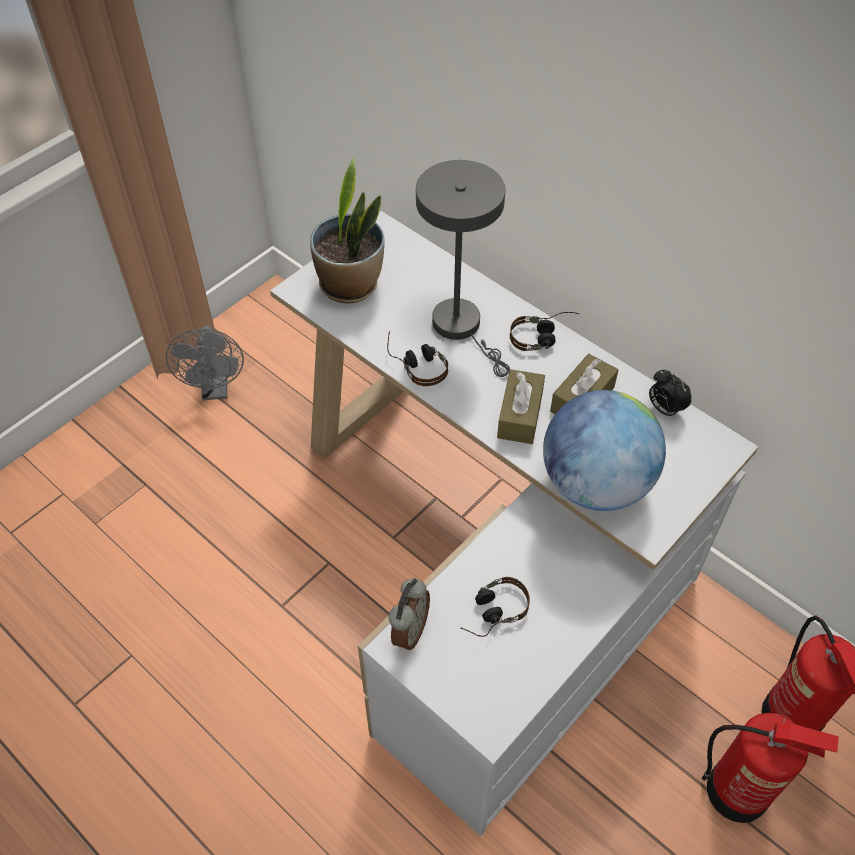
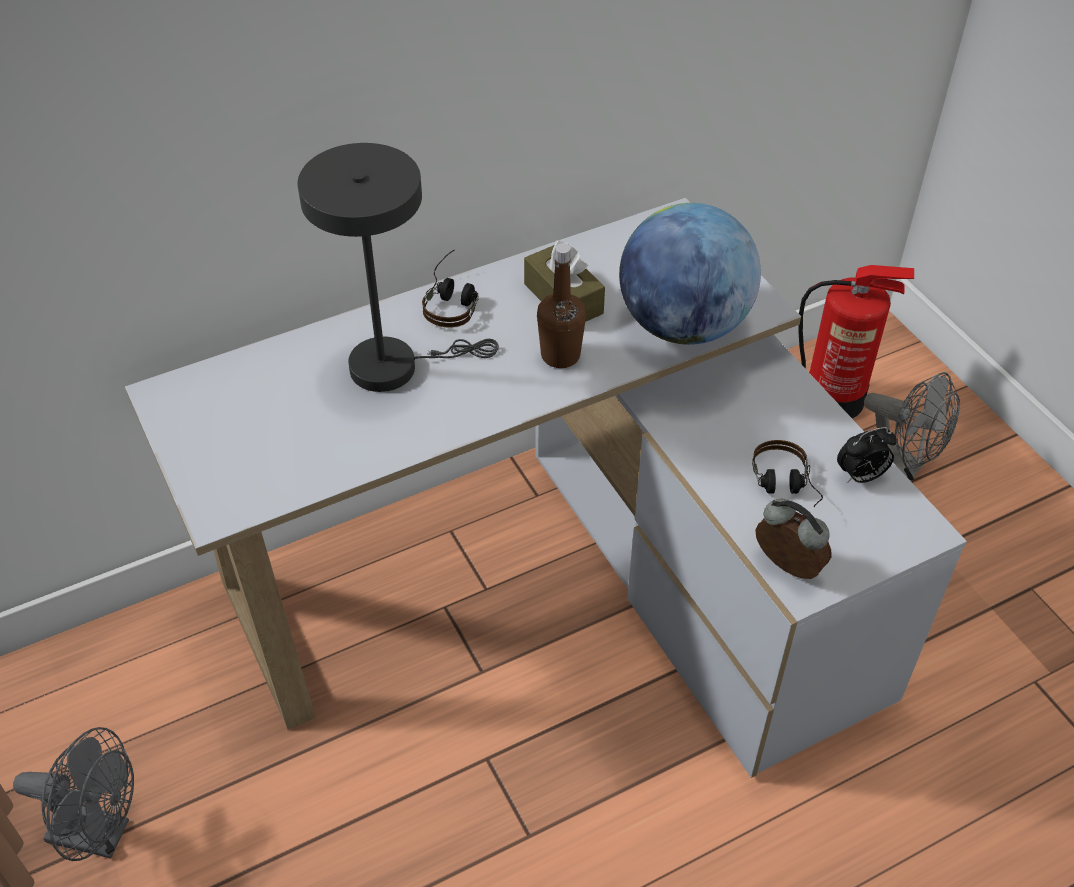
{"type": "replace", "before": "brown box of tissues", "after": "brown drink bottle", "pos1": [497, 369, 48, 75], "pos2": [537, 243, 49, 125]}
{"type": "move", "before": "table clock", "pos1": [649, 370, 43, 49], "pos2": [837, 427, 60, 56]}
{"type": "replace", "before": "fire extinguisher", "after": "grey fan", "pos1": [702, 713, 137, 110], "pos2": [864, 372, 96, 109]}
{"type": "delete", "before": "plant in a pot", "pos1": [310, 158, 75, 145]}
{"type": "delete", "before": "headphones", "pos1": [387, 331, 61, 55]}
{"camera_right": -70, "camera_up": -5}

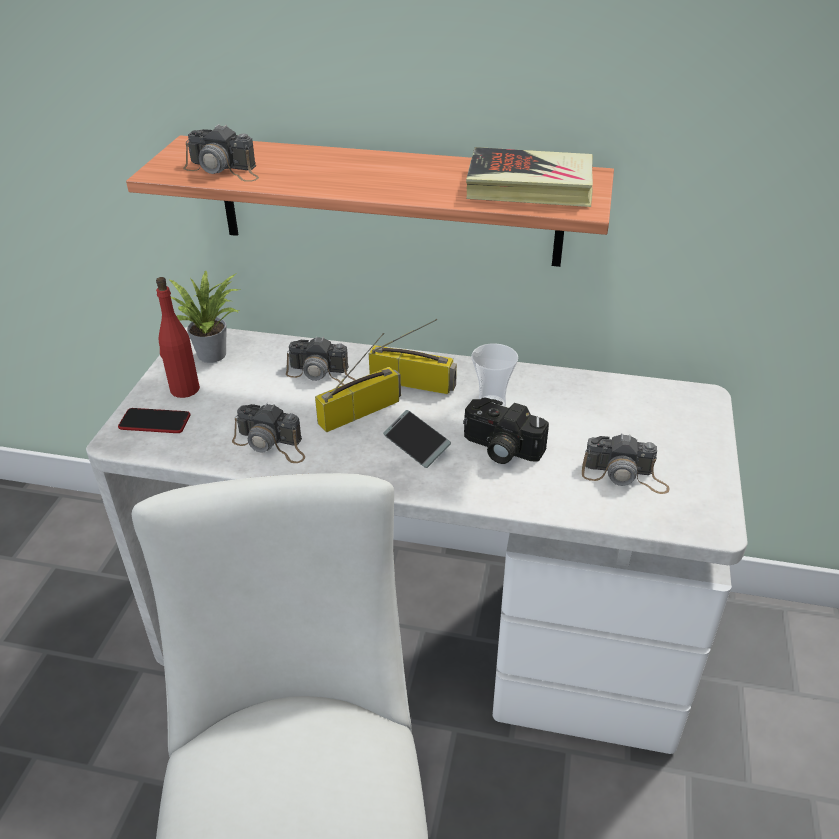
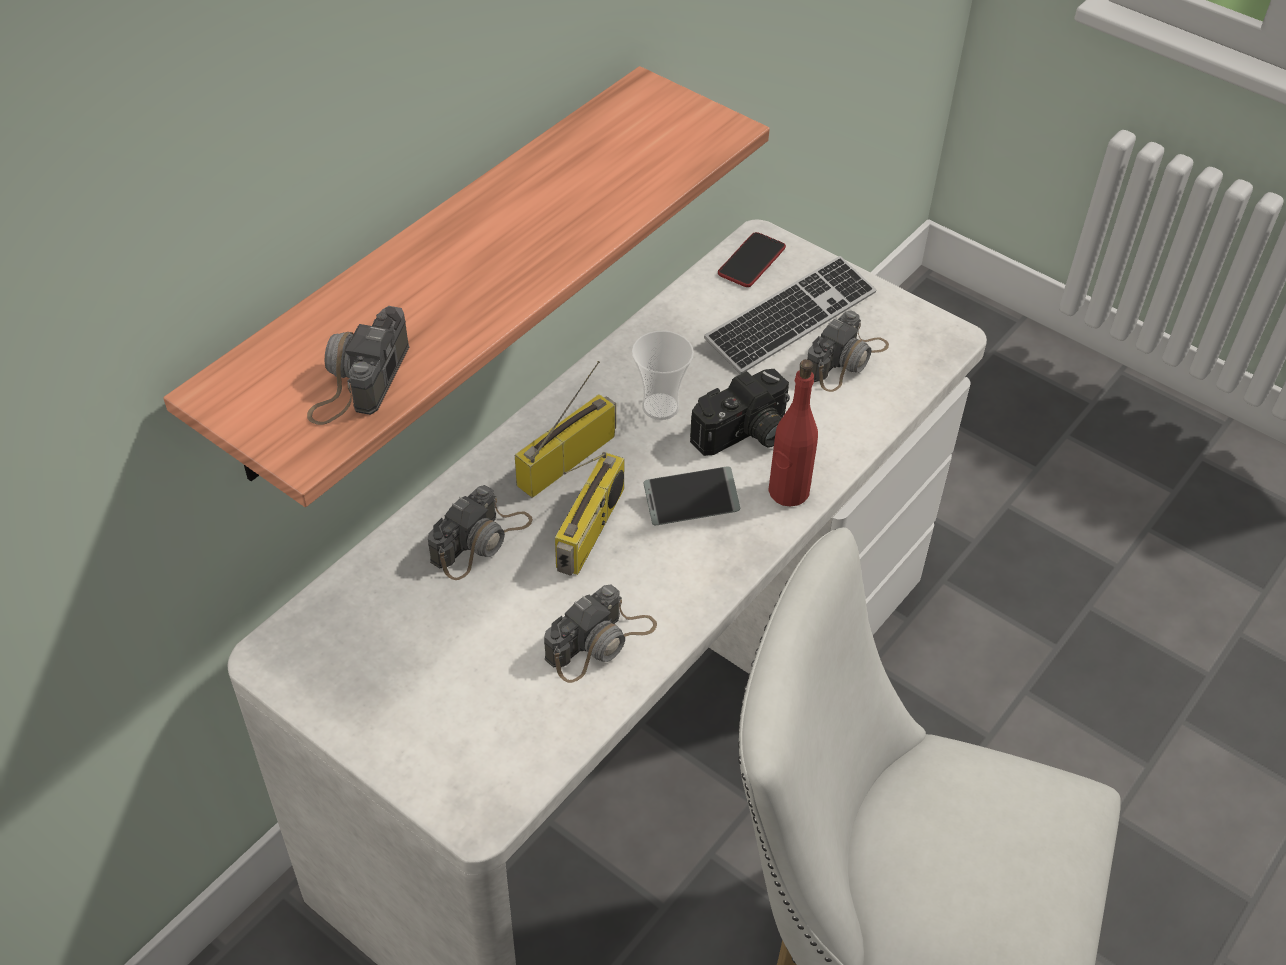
{"type": "rotate", "before": "still camera", "pos1": [183, 124, 76, 58], "pos2": [307, 306, 102, 119], "turn": 150}
{"type": "rotate", "before": "radio receiver", "pos1": [315, 333, 86, 99], "pos2": [555, 452, 70, 124], "turn": -150}
{"type": "insert", "after": "PC keyboard", "pos2": [704, 256, 172, 118]}
{"type": "move", "before": "phone", "pos1": [118, 408, 73, 25], "pos2": [718, 232, 68, 55]}
{"type": "move", "before": "red drink bottle", "pos1": [156, 277, 44, 121], "pos2": [768, 359, 50, 147]}
{"type": "delete", "before": "plant in a pot", "pos1": [169, 271, 71, 92]}
{"type": "delete", "before": "bound book", "pos1": [466, 147, 127, 60]}
{"camera_right": -65, "camera_up": 10}

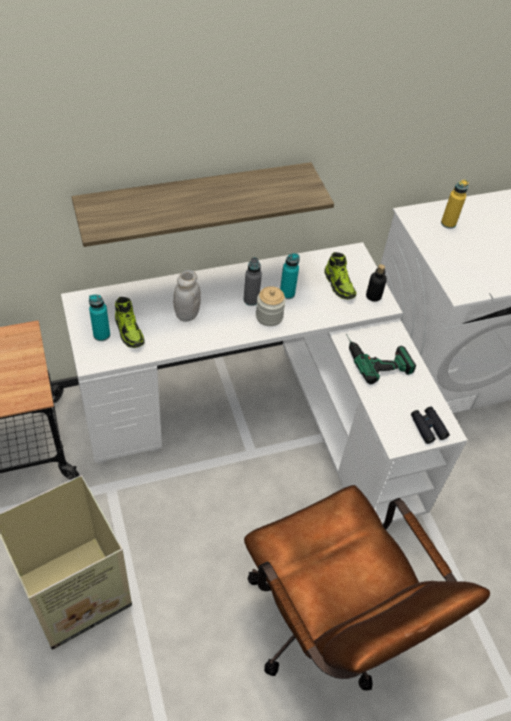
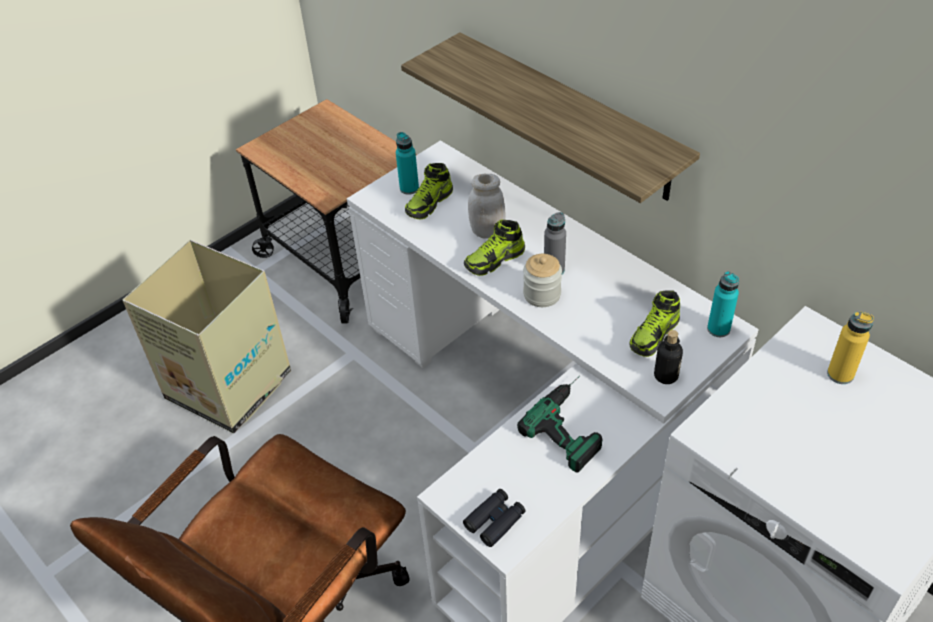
{"type": "insert", "after": "low shoe", "pos2": [464, 220, 61, 56]}
{"type": "move", "before": "turquoise drink bottle", "pos1": [280, 254, 20, 45], "pos2": [707, 271, 32, 66]}
{"camera_right": 70, "camera_up": -5}

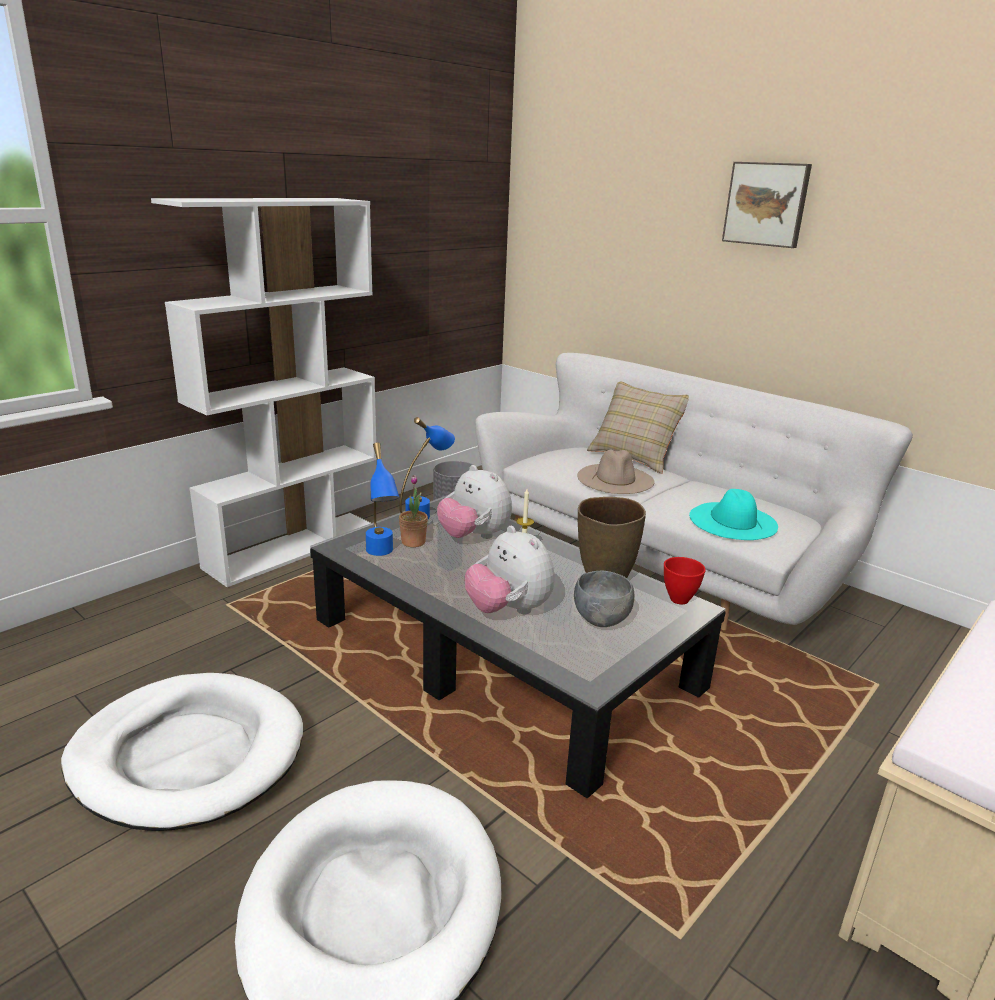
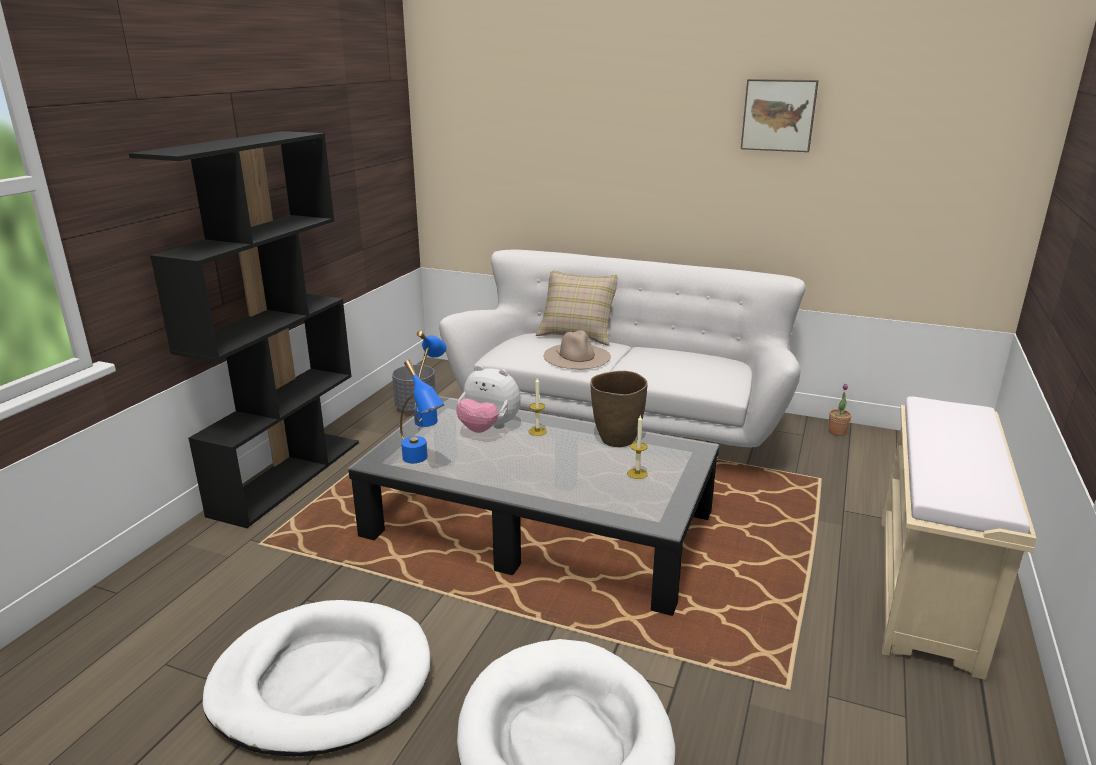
{"type": "recolor", "before": "white-coloured bookcase", "after": "blackish bookcase", "pos1": [151, 198, 226, 389], "pos2": [129, 131, 230, 397]}
{"type": "replace", "before": "grey bowl", "after": "wax light", "pos1": [574, 571, 60, 56], "pos2": [627, 414, 21, 65]}
{"type": "move", "before": "picture", "pos1": [722, 162, 90, 86], "pos2": [741, 79, 78, 73]}
{"type": "move", "before": "plant in a pot", "pos1": [399, 475, 29, 72], "pos2": [829, 384, 23, 52]}
{"type": "delete", "before": "plush toy", "pos1": [465, 526, 89, 88]}
{"type": "delete", "before": "red bowl", "pos1": [664, 557, 42, 47]}
{"type": "delete", "before": "turquoise clothing hat", "pos1": [689, 489, 89, 51]}
{"camera_right": -20, "camera_up": 0}

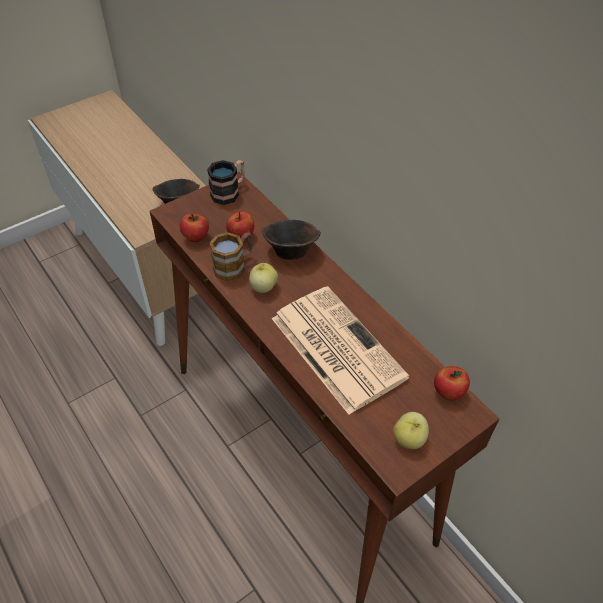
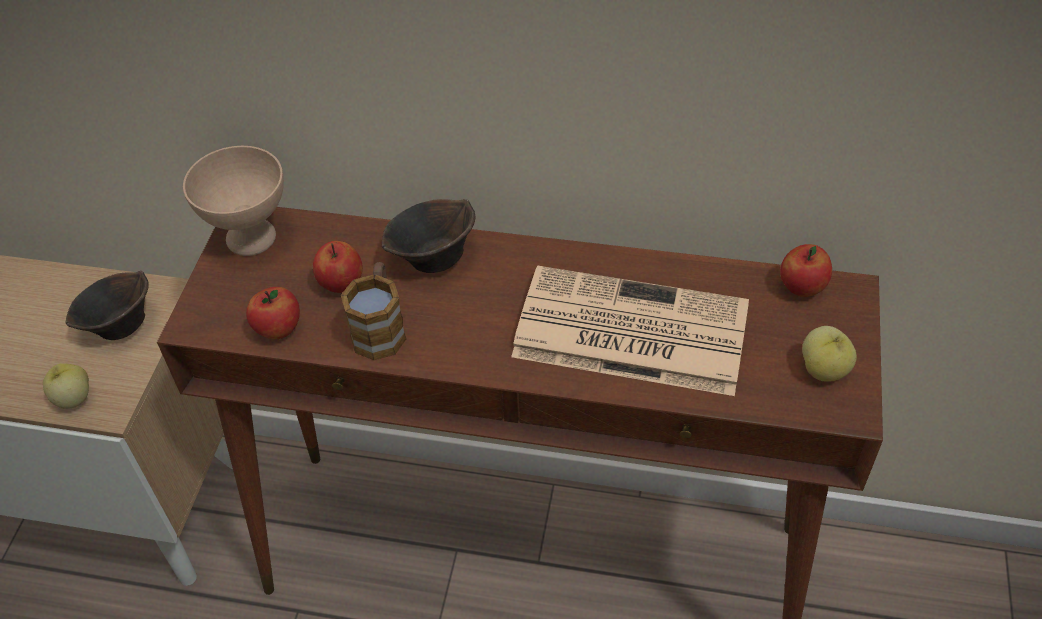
{"type": "move", "before": "whole apple", "pos1": [249, 263, 29, 30], "pos2": [43, 363, 46, 46]}
{"type": "replace", "before": "coffee mug", "after": "beige-coloured bowl", "pos1": [207, 160, 37, 45], "pos2": [183, 146, 101, 110]}
{"camera_right": -40, "camera_up": 0}

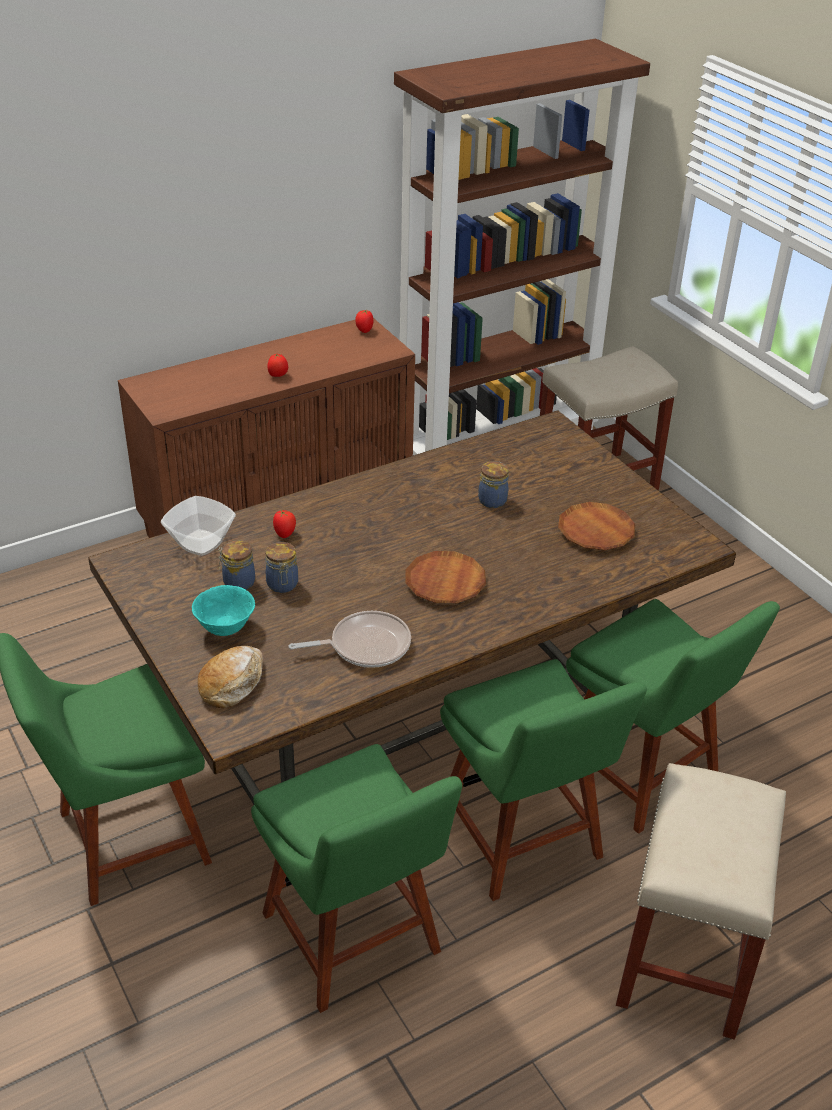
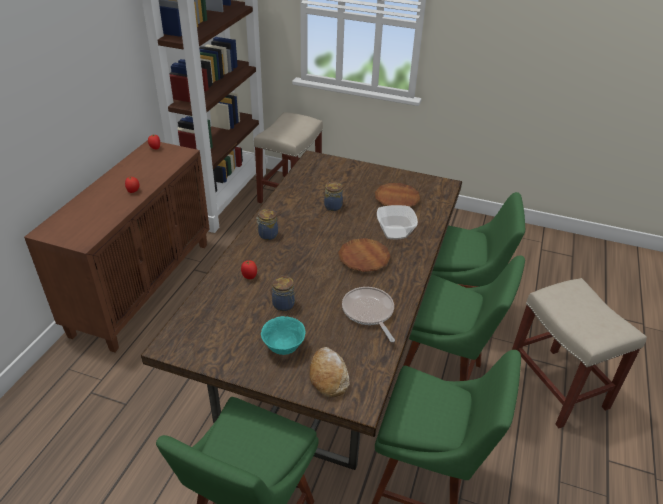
{"type": "move", "before": "preserve jar", "pos1": [218, 540, 37, 50], "pos2": [256, 209, 22, 31]}
{"type": "rotate", "before": "pan", "pos1": [289, 611, 122, 57], "pos2": [342, 287, 53, 55], "turn": -60}
{"type": "move", "before": "bowl", "pos1": [161, 496, 75, 60], "pos2": [377, 205, 41, 34]}
{"camera_right": -40, "camera_up": 0}

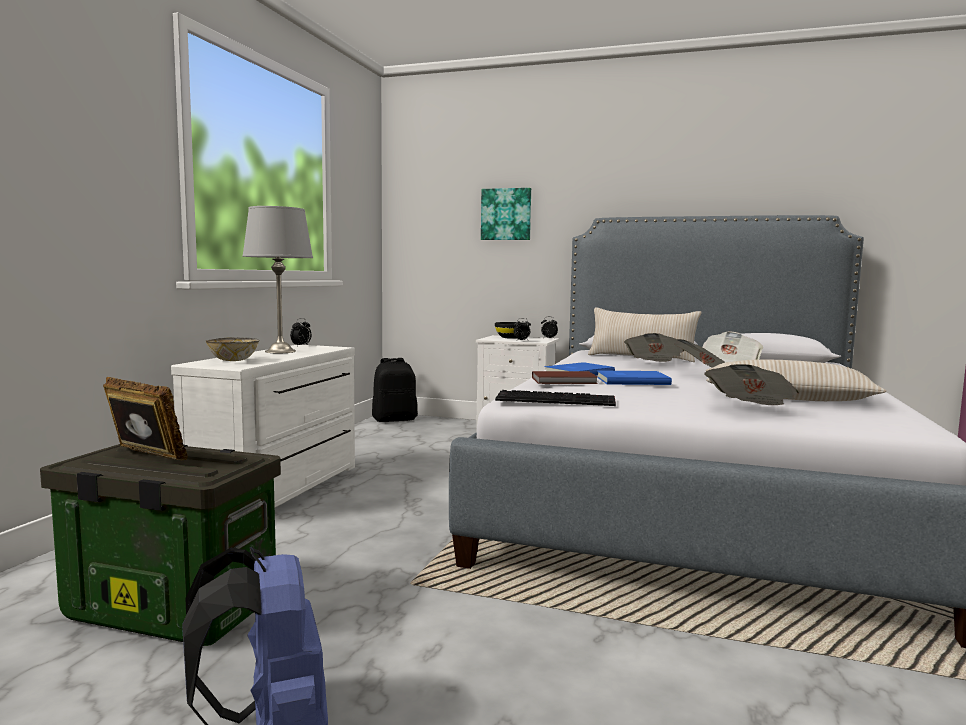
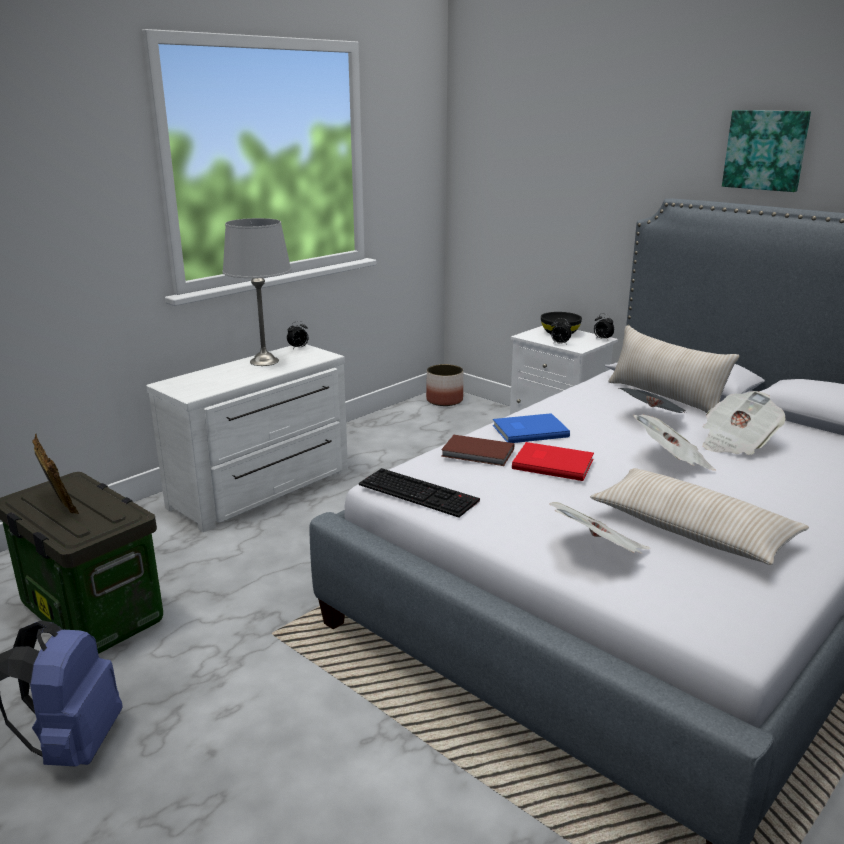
{"type": "replace", "before": "blackish rucksack", "after": "planter", "pos1": [372, 358, 46, 64], "pos2": [426, 364, 37, 42]}
{"type": "recolor", "before": "bluish bound book", "after": "red bound book", "pos1": [597, 370, 75, 15], "pos2": [512, 442, 82, 39]}
{"type": "move", "before": "picture", "pos1": [481, 188, 50, 52], "pos2": [722, 110, 89, 82]}
{"type": "delete", "before": "bowl", "pos1": [206, 337, 53, 24]}
{"camera_right": 25, "camera_up": 15}

